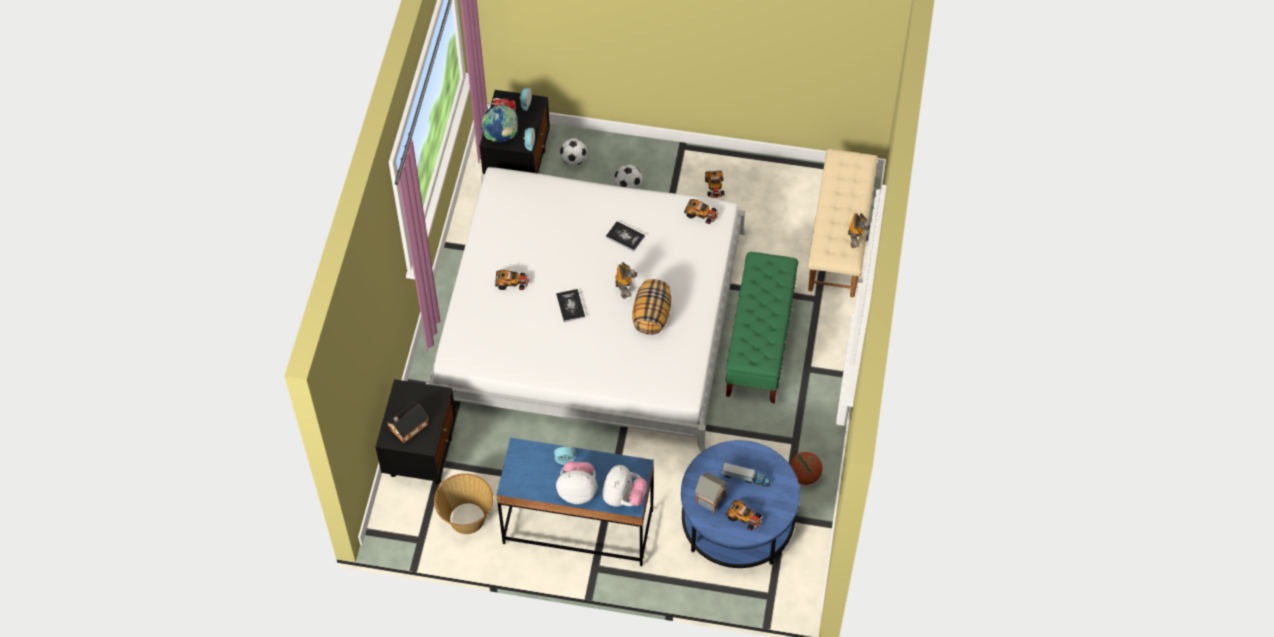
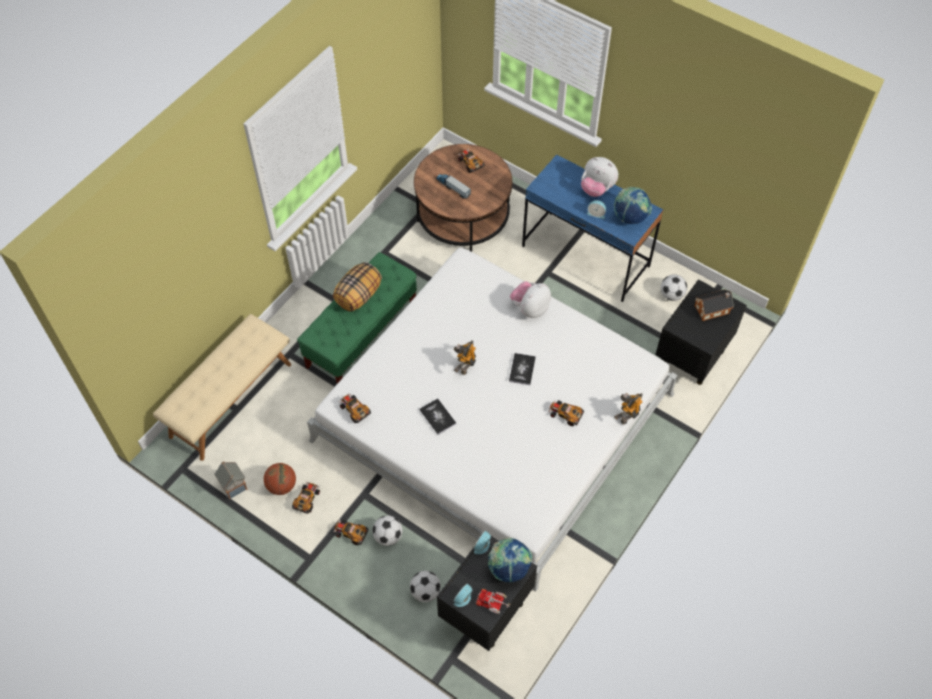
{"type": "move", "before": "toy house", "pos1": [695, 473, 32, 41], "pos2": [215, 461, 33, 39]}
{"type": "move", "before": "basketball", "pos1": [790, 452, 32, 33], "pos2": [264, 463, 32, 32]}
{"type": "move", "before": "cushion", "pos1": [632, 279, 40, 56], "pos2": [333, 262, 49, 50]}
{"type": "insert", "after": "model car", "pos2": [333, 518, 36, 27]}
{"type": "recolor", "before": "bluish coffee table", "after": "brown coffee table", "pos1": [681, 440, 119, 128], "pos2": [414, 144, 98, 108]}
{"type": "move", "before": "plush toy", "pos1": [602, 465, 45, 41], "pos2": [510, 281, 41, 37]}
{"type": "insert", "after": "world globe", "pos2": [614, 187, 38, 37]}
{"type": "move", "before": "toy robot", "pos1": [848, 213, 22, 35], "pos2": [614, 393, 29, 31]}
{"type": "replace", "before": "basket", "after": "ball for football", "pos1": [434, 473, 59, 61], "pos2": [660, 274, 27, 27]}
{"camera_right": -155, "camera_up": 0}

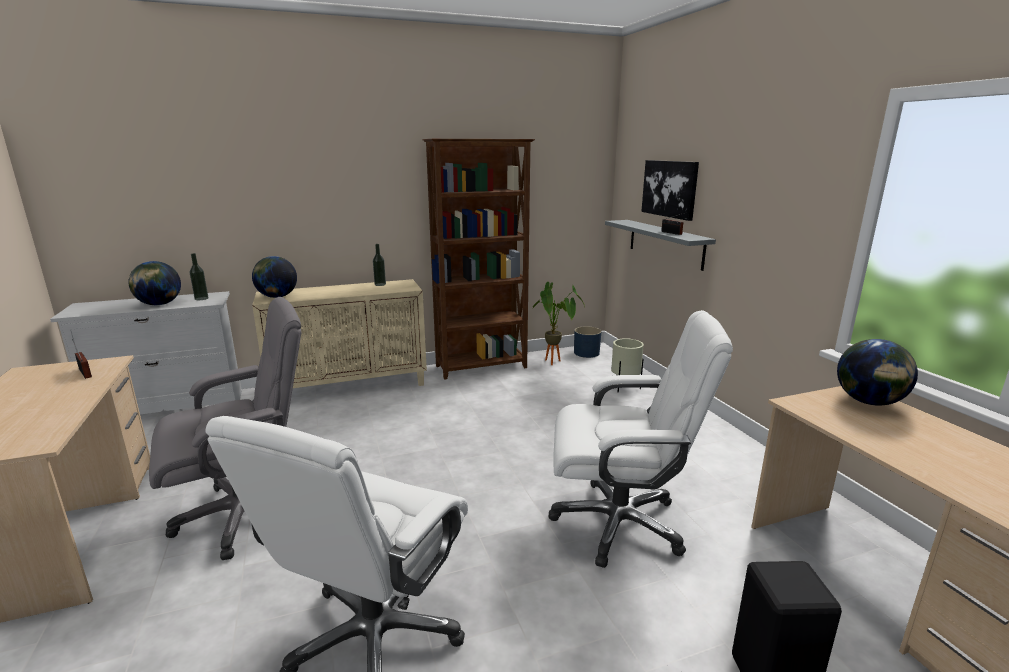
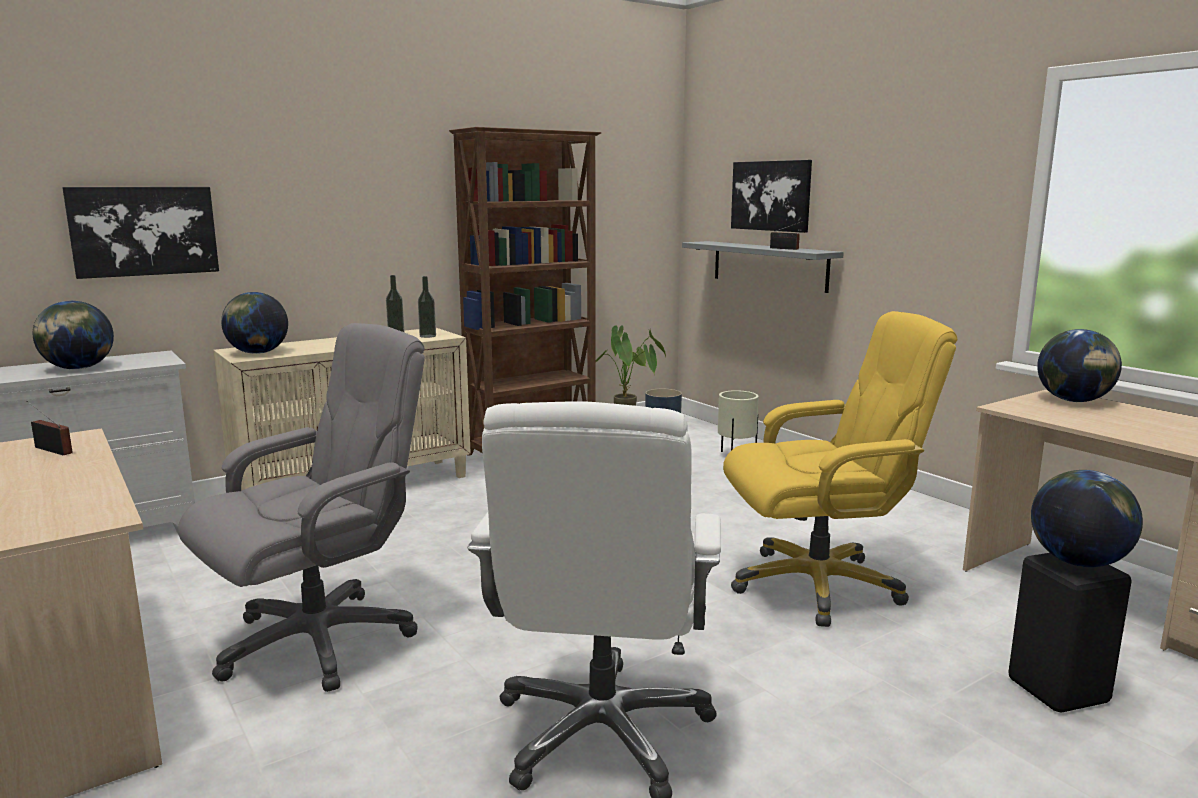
{"type": "insert", "after": "picture", "pos2": [62, 187, 157, 92]}
{"type": "move", "before": "drink bottle", "pos1": [190, 253, 19, 47], "pos2": [418, 276, 18, 62]}
{"type": "recolor", "before": "white-coloured desk chair", "after": "yellow desk chair", "pos1": [549, 310, 184, 258], "pos2": [723, 311, 234, 316]}
{"type": "insert", "after": "world globe", "pos2": [1031, 470, 112, 97]}
{"camera_right": -15, "camera_up": -5}

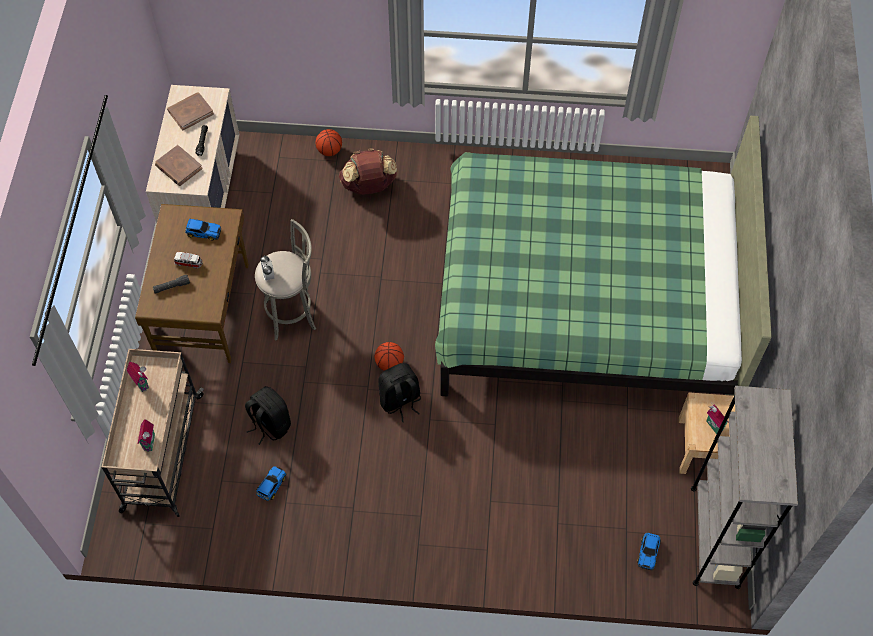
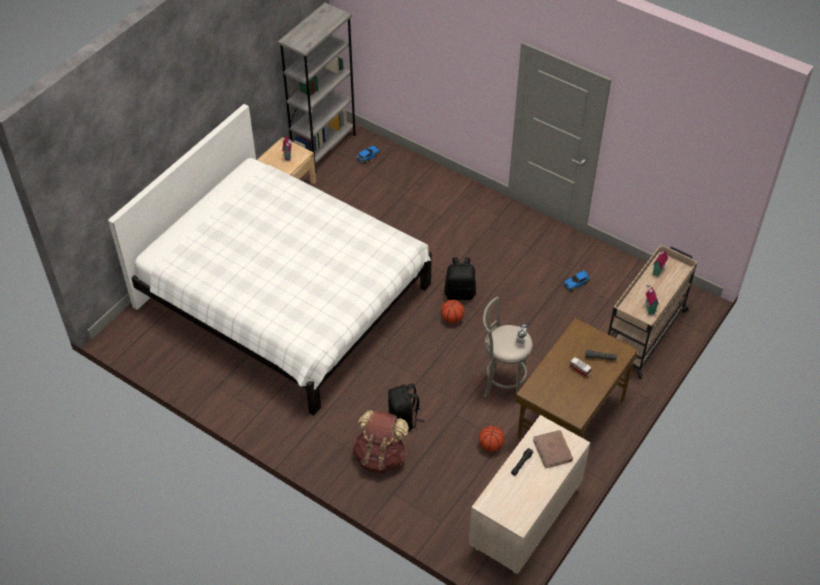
{"type": "recolor", "before": "green-coloured bedroom bed", "after": "white-coloured bedroom bed", "pos1": [435, 116, 337, 281], "pos2": [108, 104, 324, 311]}
{"type": "move", "before": "blackish rucksack", "pos1": [245, 386, 46, 59], "pos2": [388, 384, 36, 47]}
{"type": "move", "before": "basketball", "pos1": [316, 129, 26, 27], "pos2": [479, 426, 25, 26]}
{"type": "delete", "before": "brown bound book", "pos1": [167, 92, 47, 38]}
{"type": "delete", "before": "model car", "pos1": [185, 218, 36, 23]}
{"camera_right": -150, "camera_up": -10}

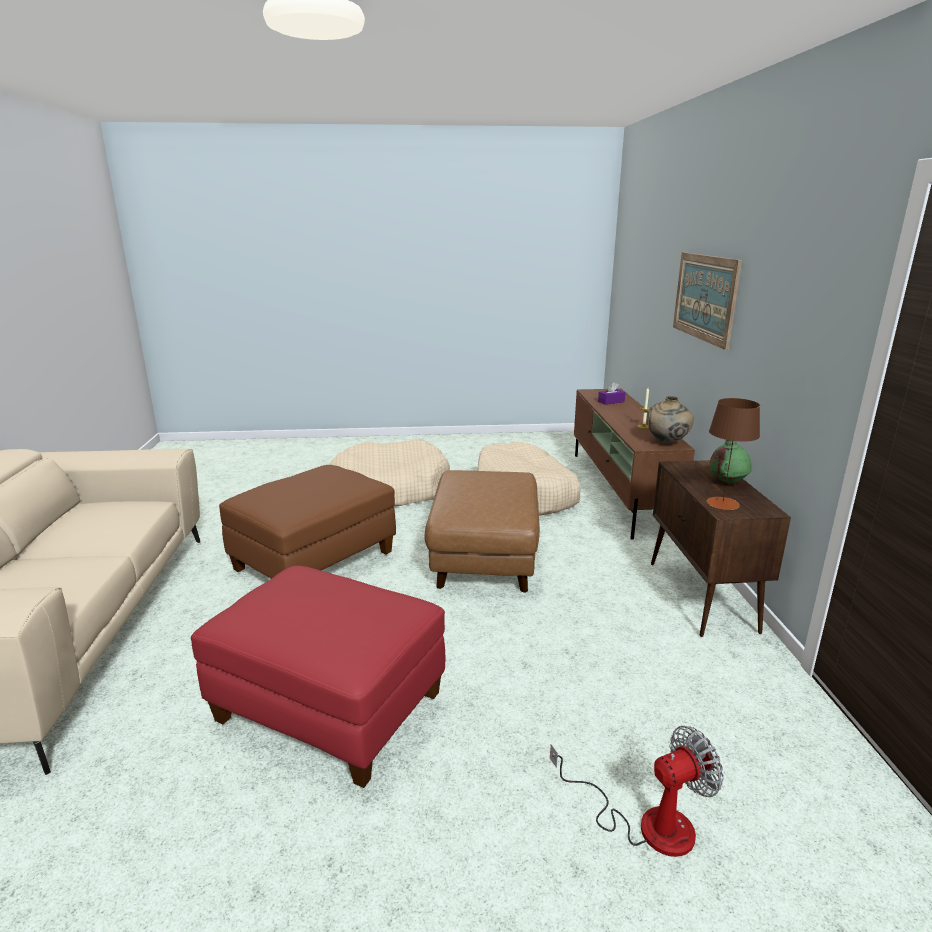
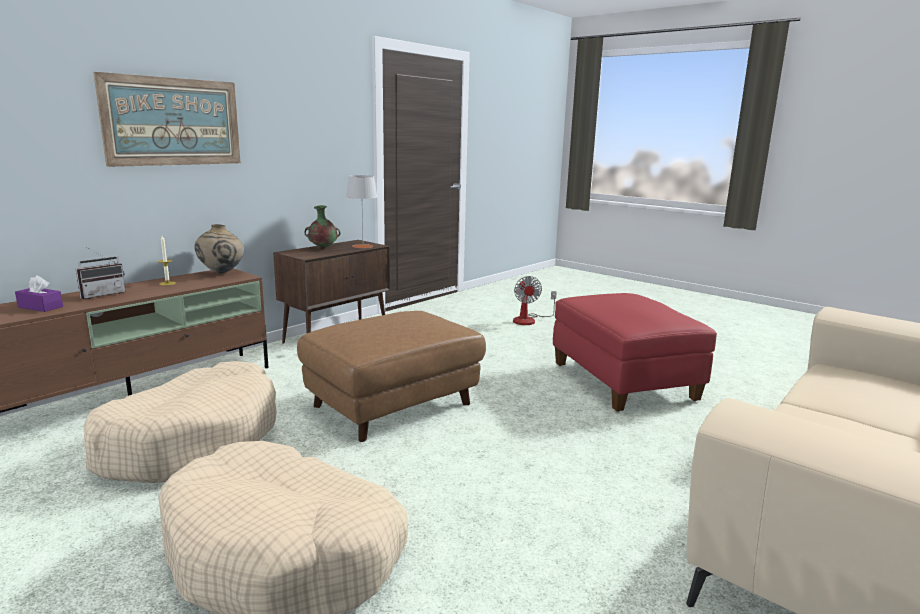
{"type": "insert", "after": "radio receiver", "pos2": [76, 247, 50, 52]}
{"type": "recolor", "before": "brown table lamp", "after": "grey table lamp", "pos1": [707, 398, 53, 112], "pos2": [346, 175, 31, 73]}
{"type": "rotate", "before": "fan", "pos1": [550, 726, 174, 131], "pos2": [513, 276, 44, 49], "turn": -120}
{"type": "delete", "before": "brown pouffe", "pos1": [219, 465, 177, 114]}
{"camera_right": -135, "camera_up": -5}

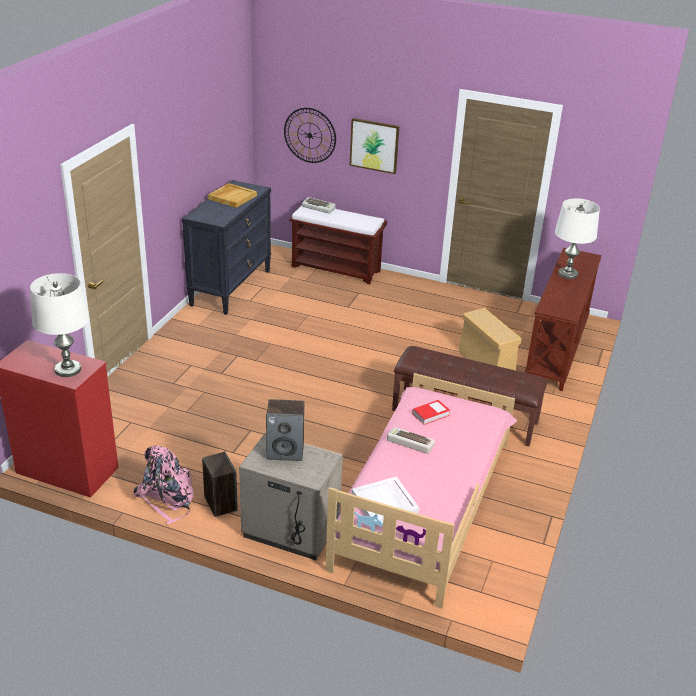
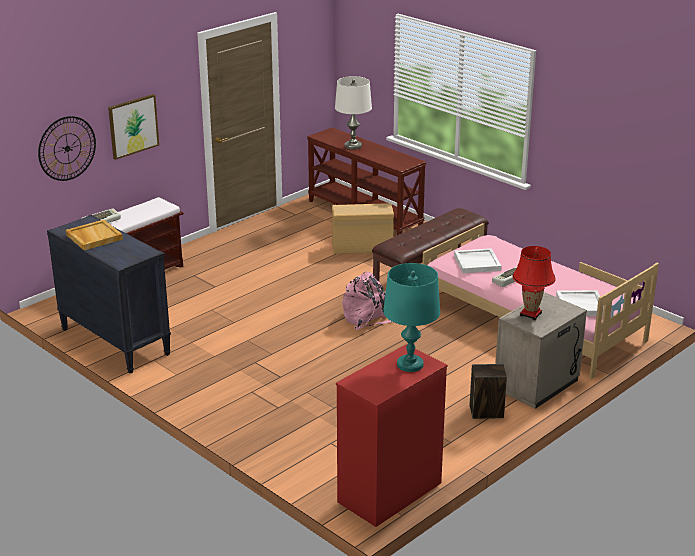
{"type": "move", "before": "pink-coloured rucksack", "pos1": [133, 445, 61, 80], "pos2": [342, 271, 50, 59]}
{"type": "recolor", "before": "white-coloured table lamp", "after": "turquoise table lamp", "pos1": [30, 273, 59, 104], "pos2": [383, 263, 57, 109]}
{"type": "replace", "before": "bound book", "after": "white-coloured serving tray", "pos1": [412, 400, 38, 25], "pos2": [454, 248, 47, 25]}
{"type": "replace", "before": "speaker", "after": "red table lamp", "pos1": [266, 399, 39, 62], "pos2": [513, 246, 43, 74]}
{"camera_right": -65, "camera_up": -5}

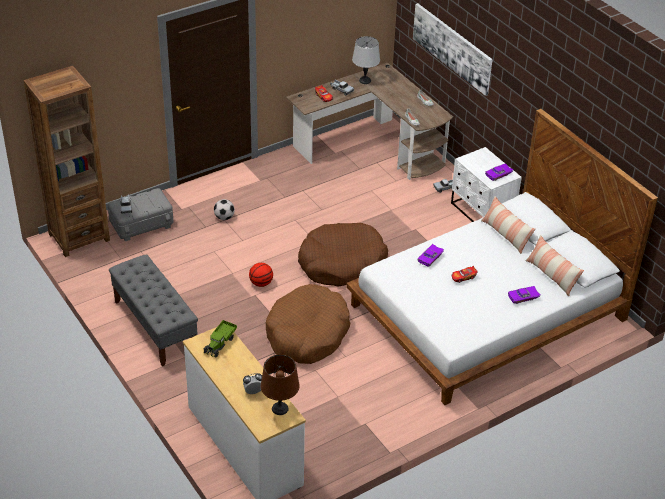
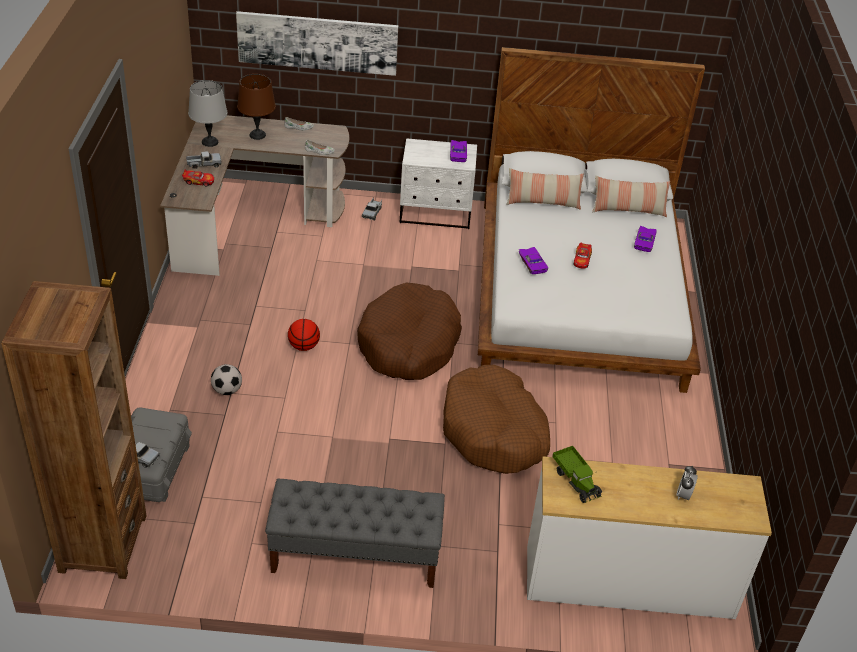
{"type": "move", "before": "brown table lamp", "pos1": [261, 355, 39, 60], "pos2": [237, 74, 39, 66]}
{"type": "move", "before": "basketball", "pos1": [249, 263, 24, 24], "pos2": [288, 319, 32, 32]}
{"camera_right": -55, "camera_up": 0}

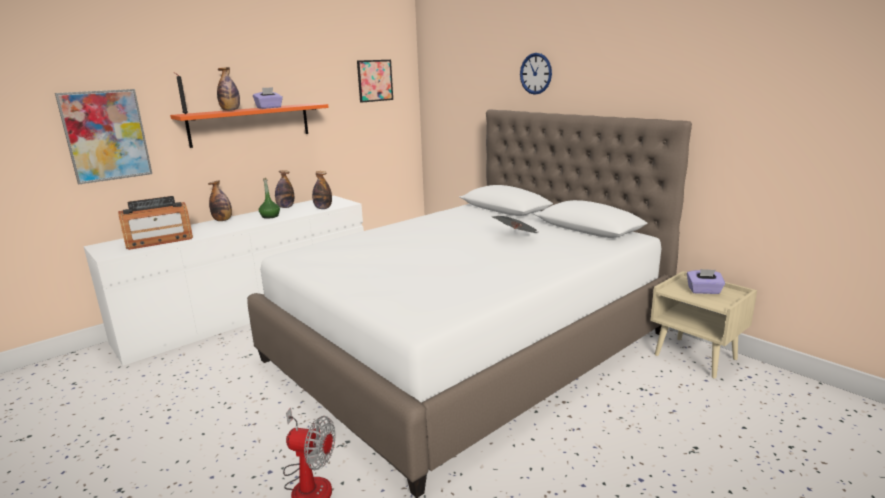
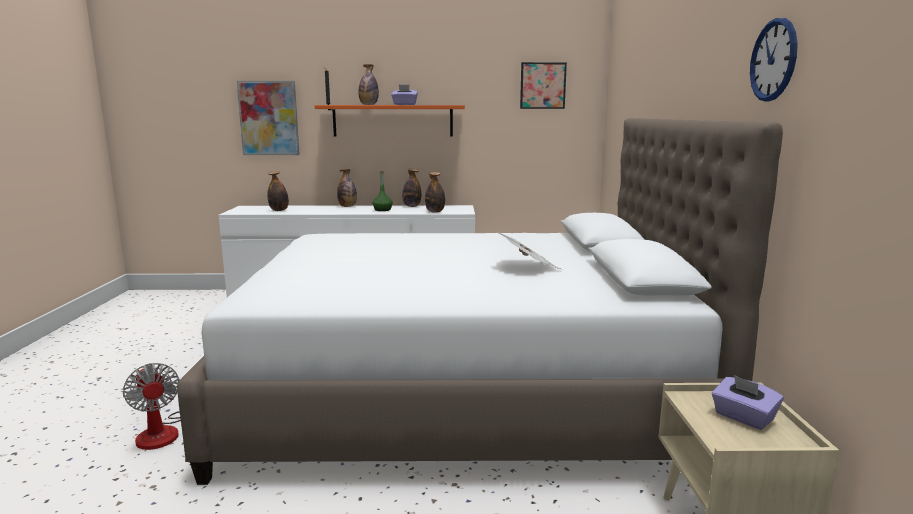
{"type": "replace", "before": "radio receiver", "after": "drink bottle", "pos1": [118, 196, 75, 54], "pos2": [267, 171, 22, 40]}
{"type": "move", "before": "hanging clock", "pos1": [520, 53, 32, 42], "pos2": [750, 18, 48, 84]}
{"camera_right": 40, "camera_up": -5}

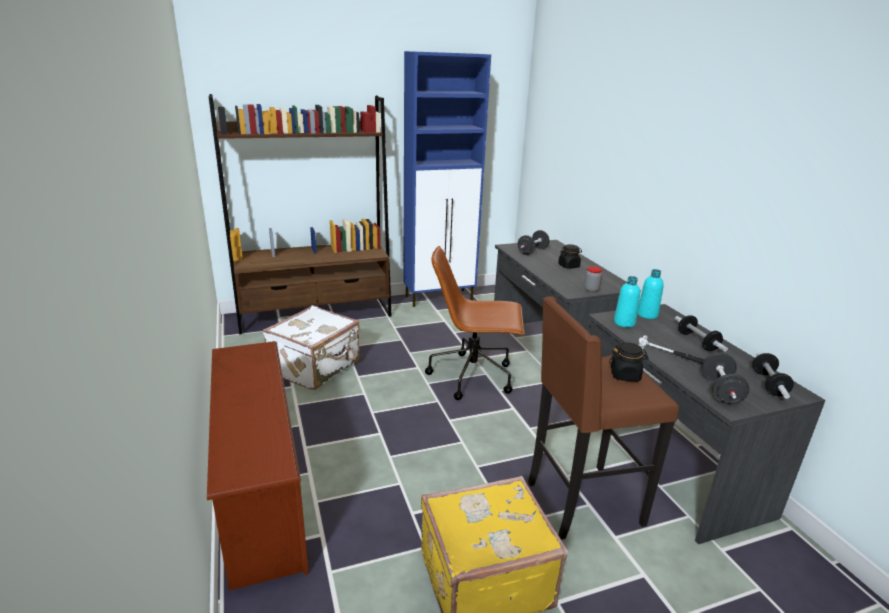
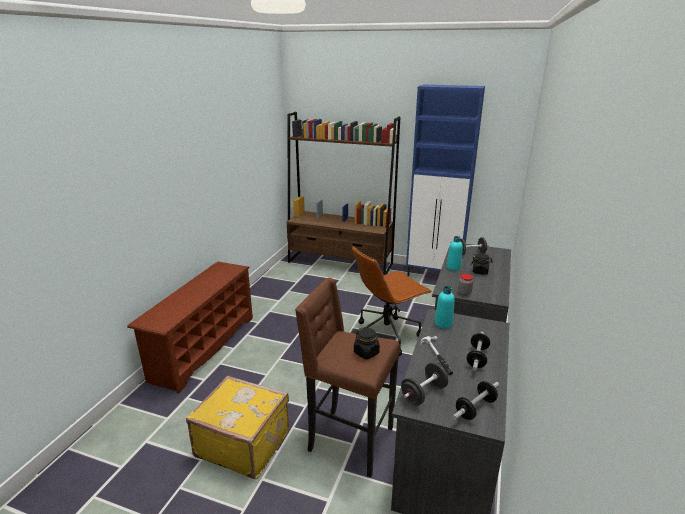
{"type": "rotate", "before": "brown desk chair", "pos1": [425, 246, 100, 154], "pos2": [352, 246, 80, 110], "turn": -75}
{"type": "move", "before": "turquoise drink bottle", "pos1": [637, 269, 27, 50], "pos2": [447, 236, 16, 34]}
{"type": "delete", "before": "white-coloured travel case", "pos1": [263, 305, 97, 85]}
{"camera_right": 40, "camera_up": 0}

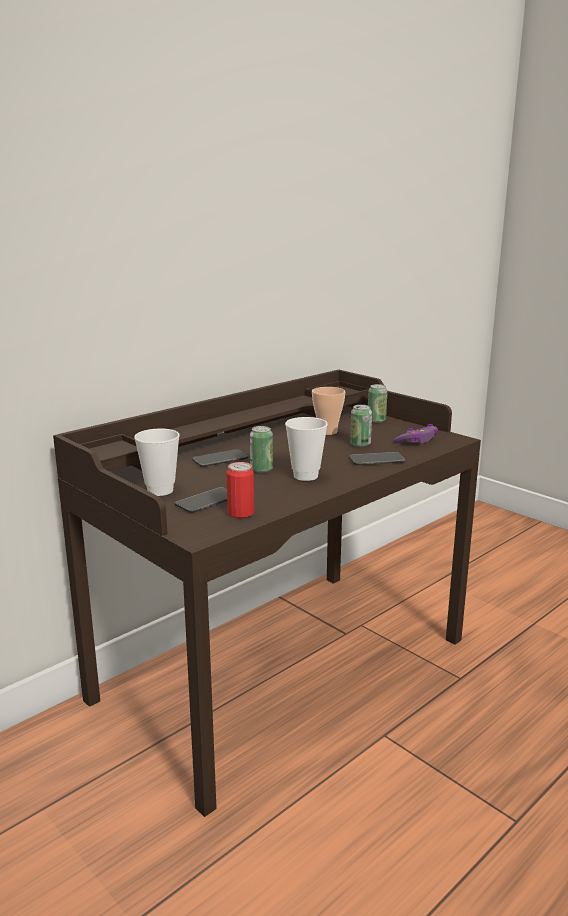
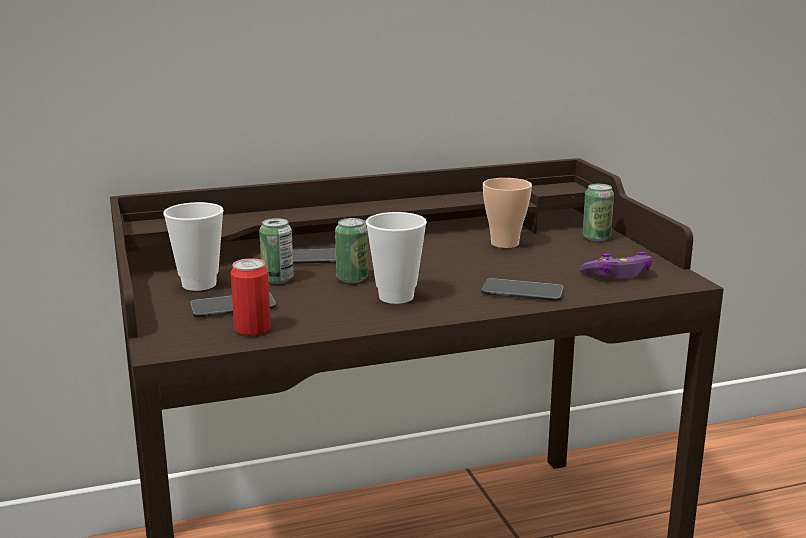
{"type": "move", "before": "can", "pos1": [350, 405, 22, 42], "pos2": [259, 218, 35, 66]}
{"camera_right": 25, "camera_up": 0}

